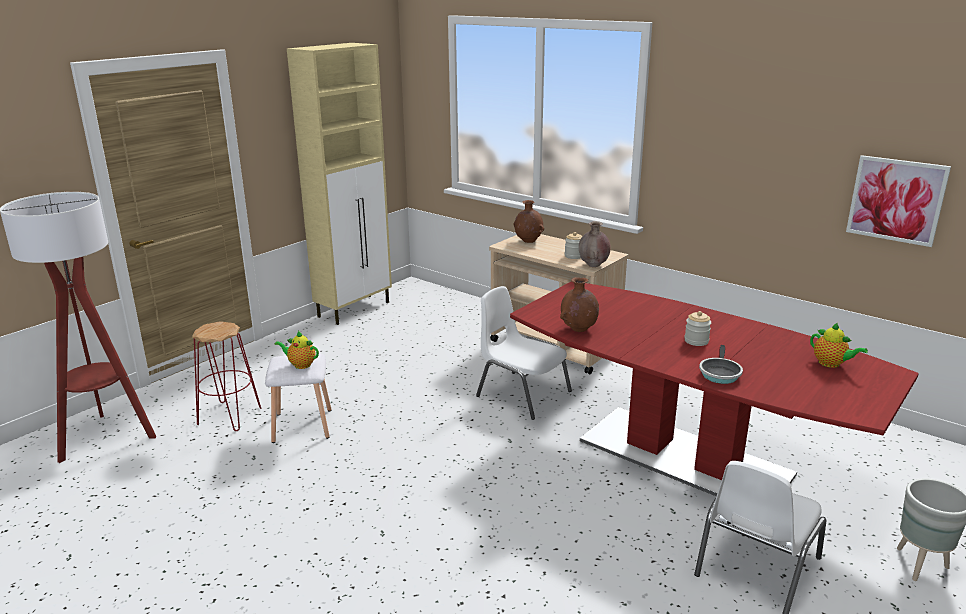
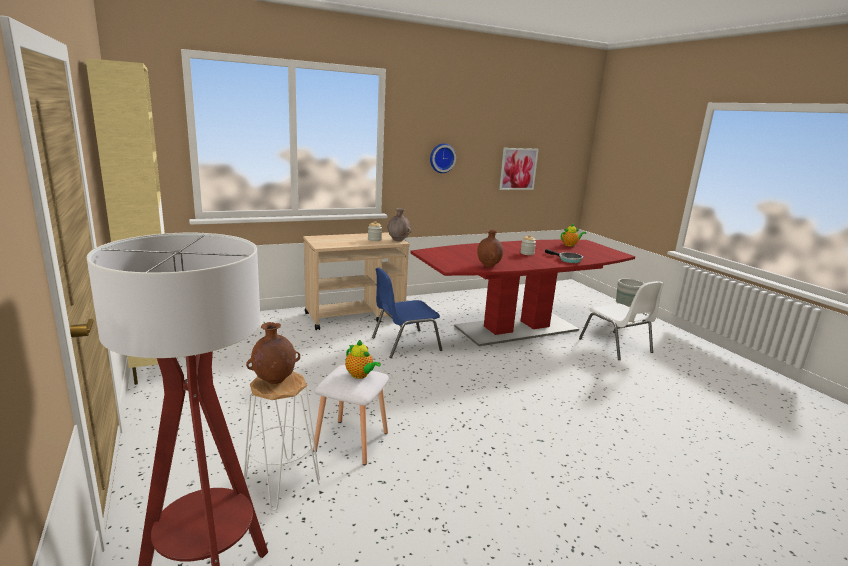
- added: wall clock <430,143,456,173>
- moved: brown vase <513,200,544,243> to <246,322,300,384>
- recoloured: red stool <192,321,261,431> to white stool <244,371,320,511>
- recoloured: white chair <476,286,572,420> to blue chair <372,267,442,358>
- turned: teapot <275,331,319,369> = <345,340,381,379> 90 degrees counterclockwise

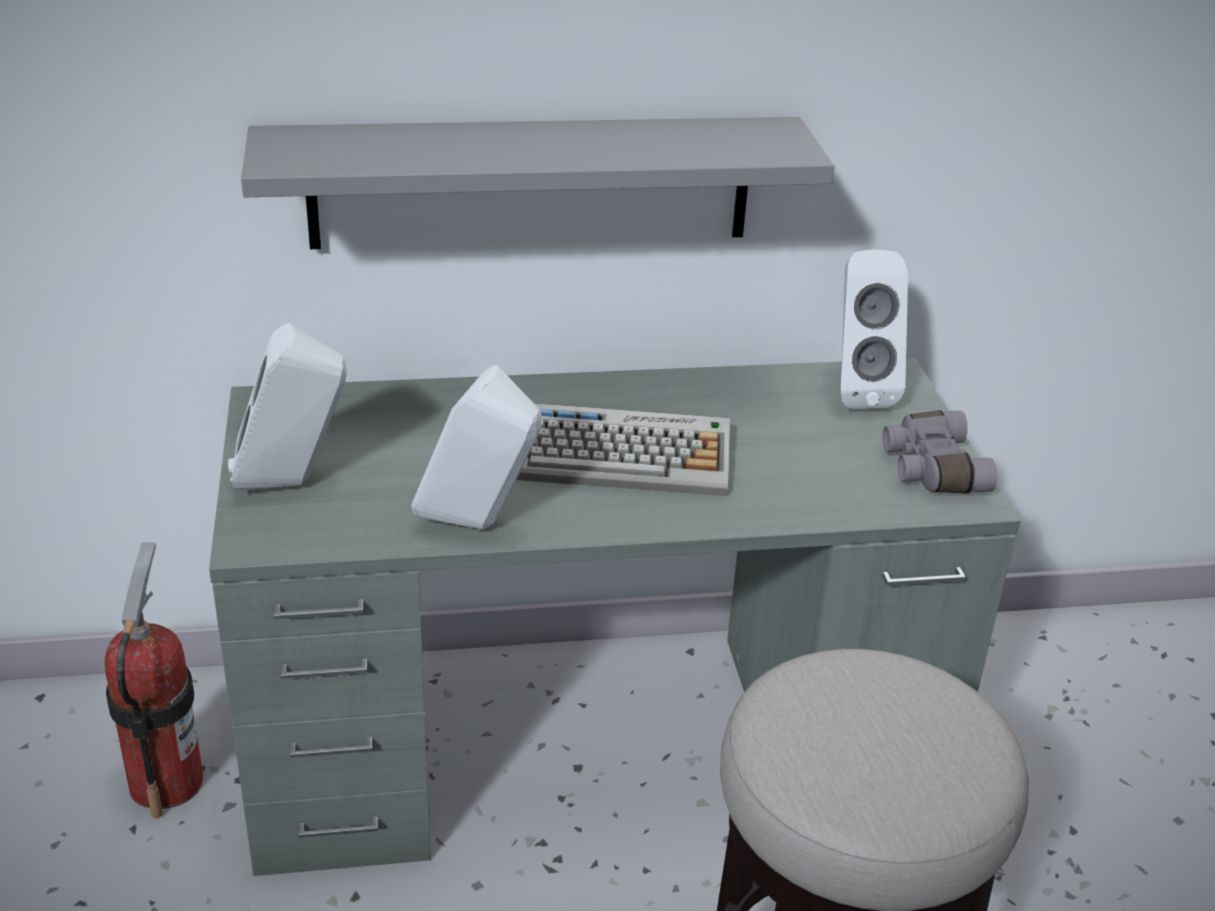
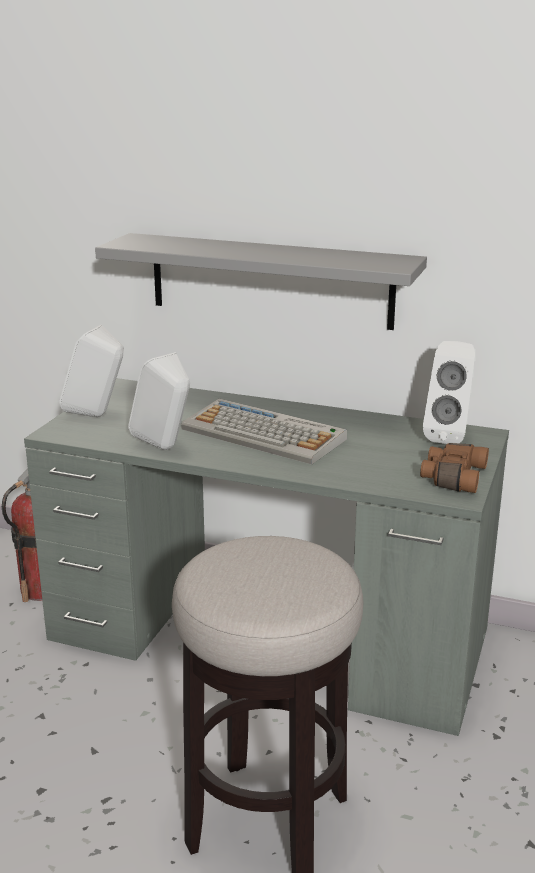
- recoloured: grey binoculars <882,410,998,494> to brown binoculars <420,443,489,493>

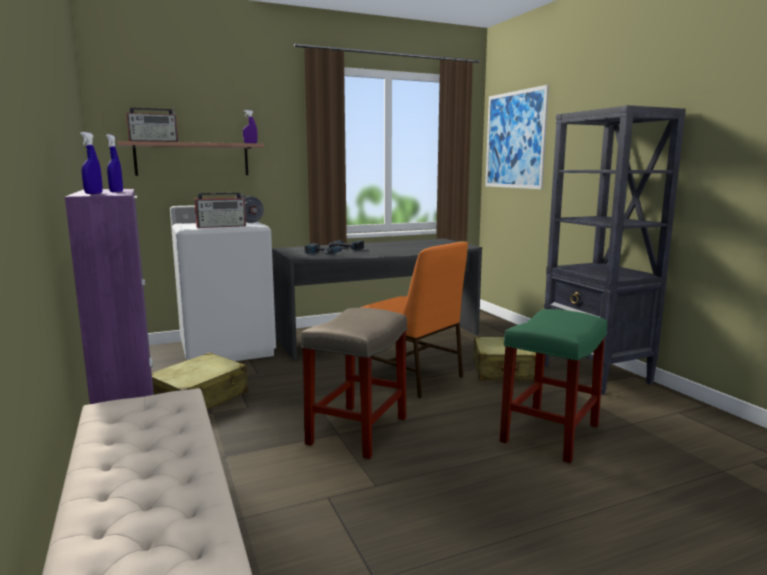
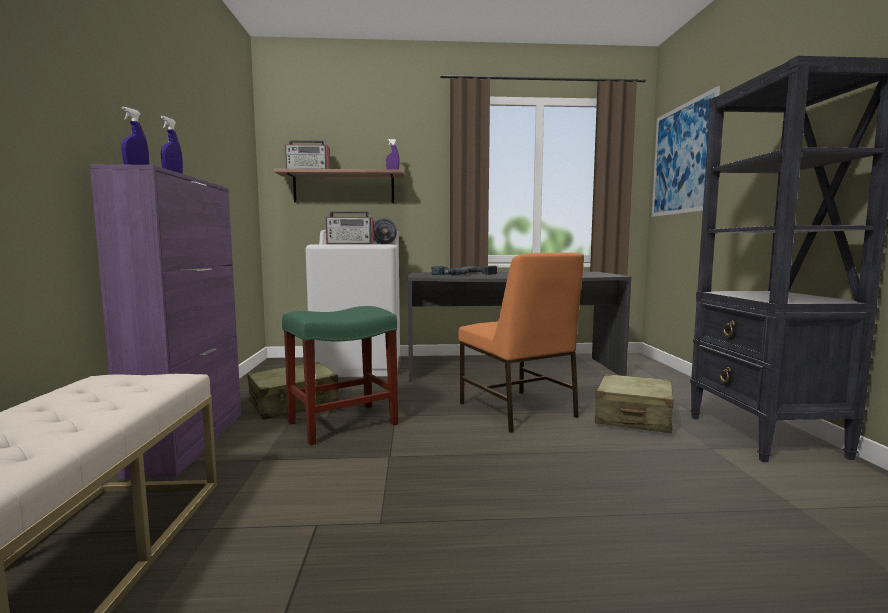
- removed: beige stool <301,308,408,459>
- moved: green stool <500,309,607,463> to <282,306,398,445>

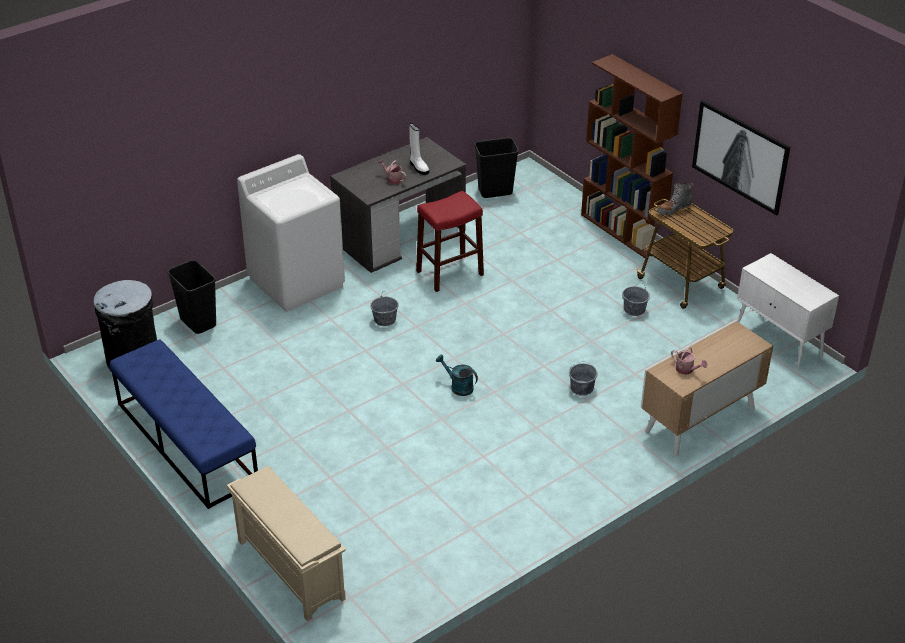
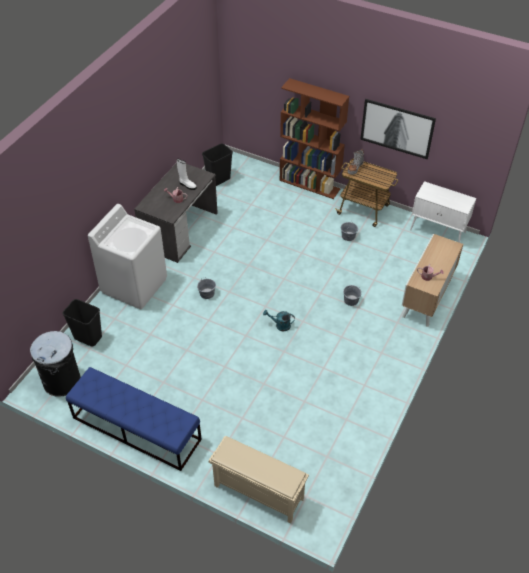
- removed: red stool <416,190,484,292>

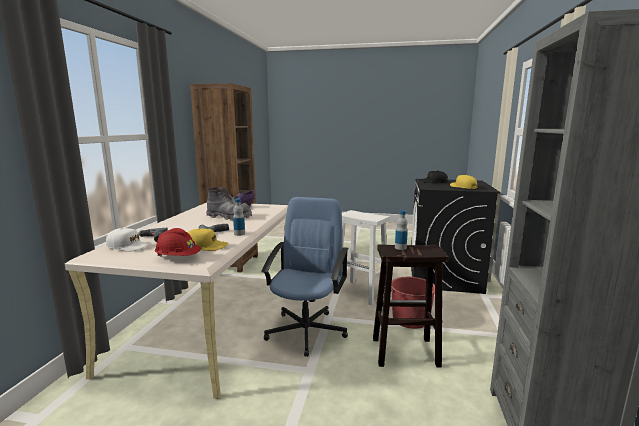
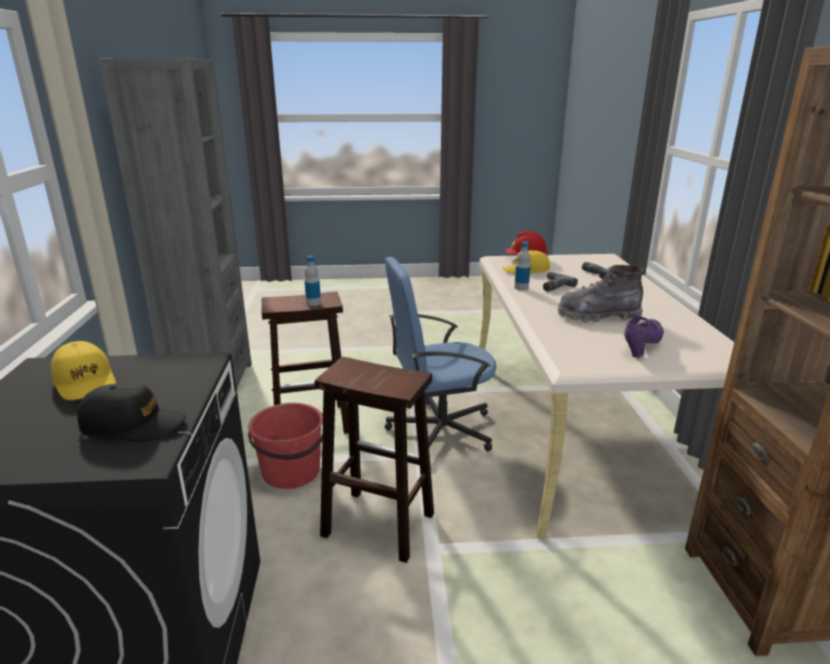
- removed: white cap <106,228,150,252>
- recoloured: white stool <333,210,390,305> to brown stool <315,357,434,563>
- turned: blue office chair <261,197,349,357> = <385,257,497,451> 75 degrees clockwise

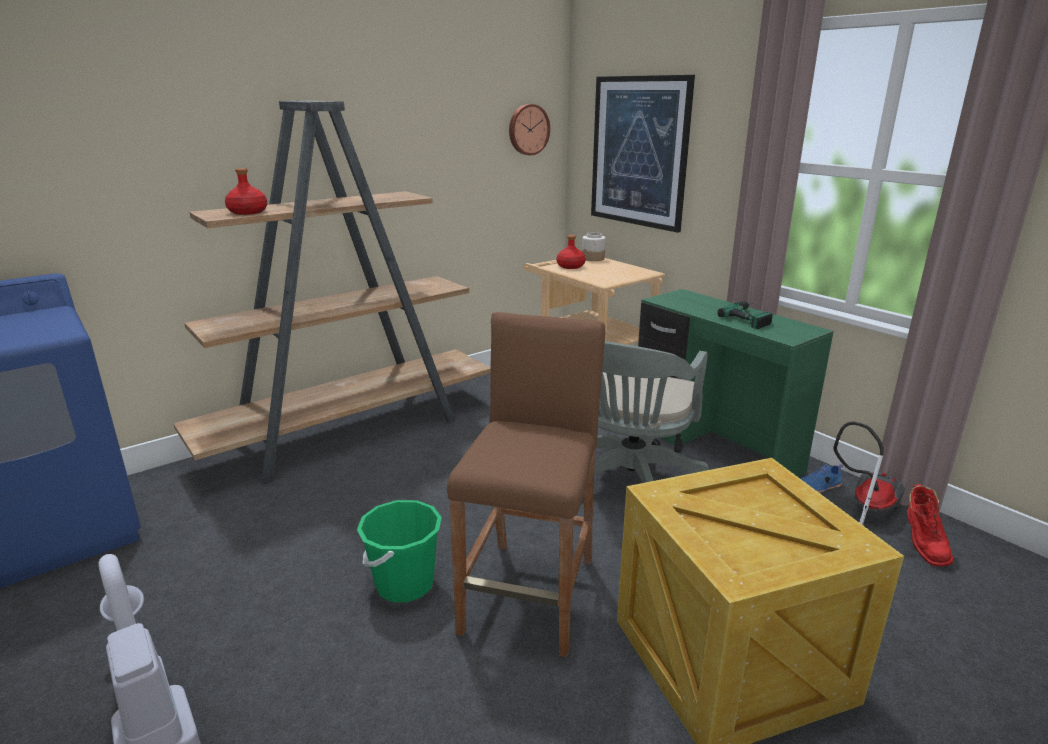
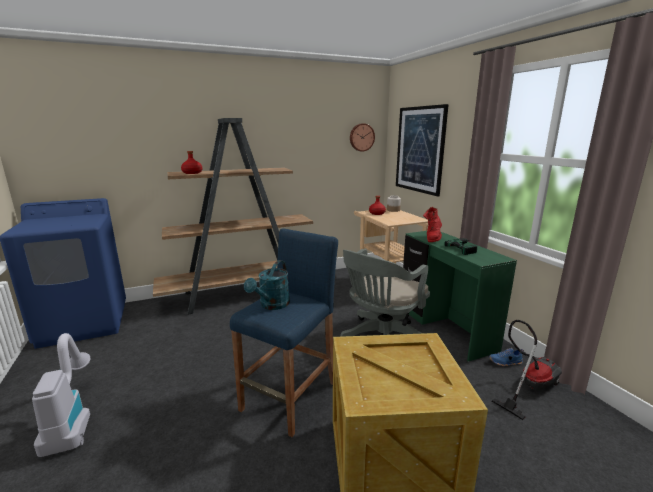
- removed: green bucket <357,500,442,602>
- added: turquoise watering can <244,260,290,310>
- moved: red boot <907,484,954,567> to <423,207,442,242>
- recoloured: brown stool <447,312,605,657> to blue stool <230,228,338,437>

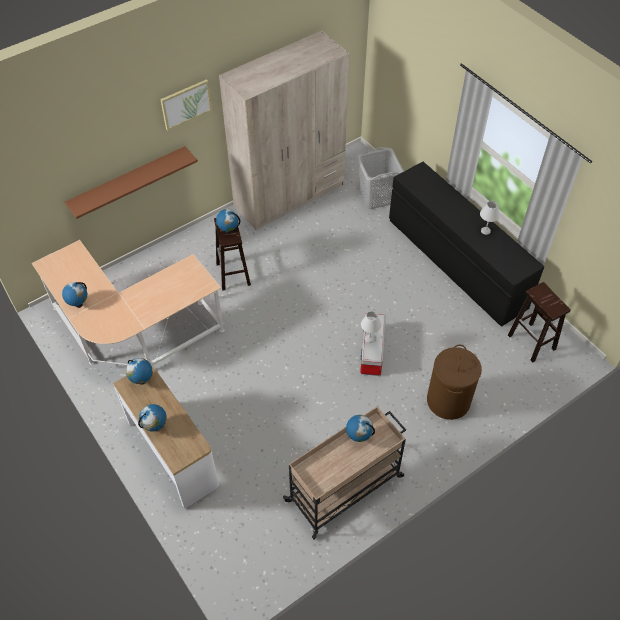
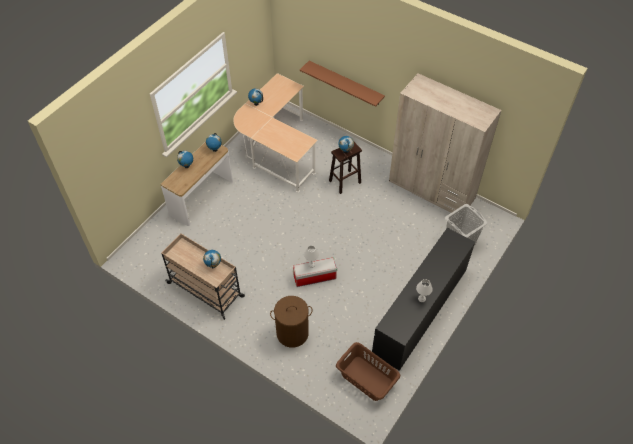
- removed: picture <160,79,212,131>
- replaced: brown stool <508,282,571,363> to brown laundry basket <336,342,400,401>

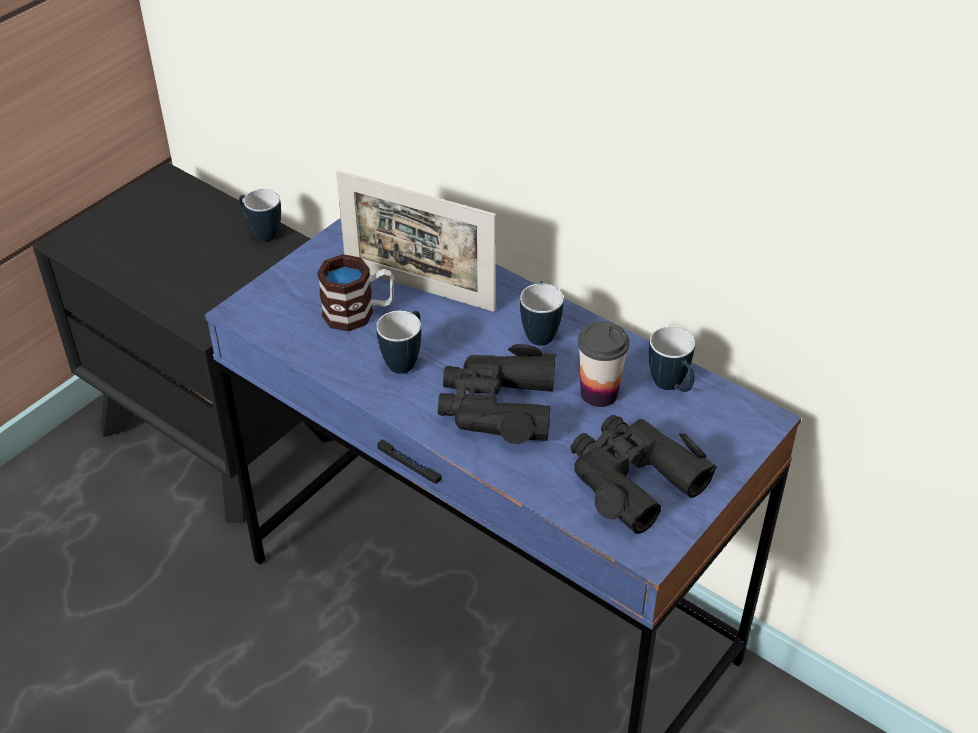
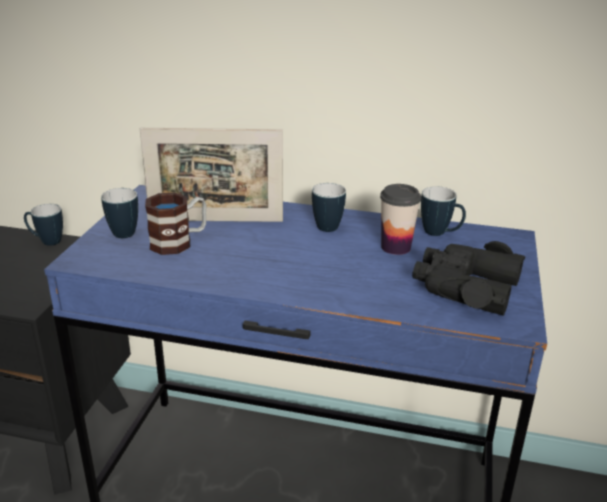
- removed: black binoculars <438,344,556,444>
- moved: mug <376,311,421,374> to <101,188,138,238>

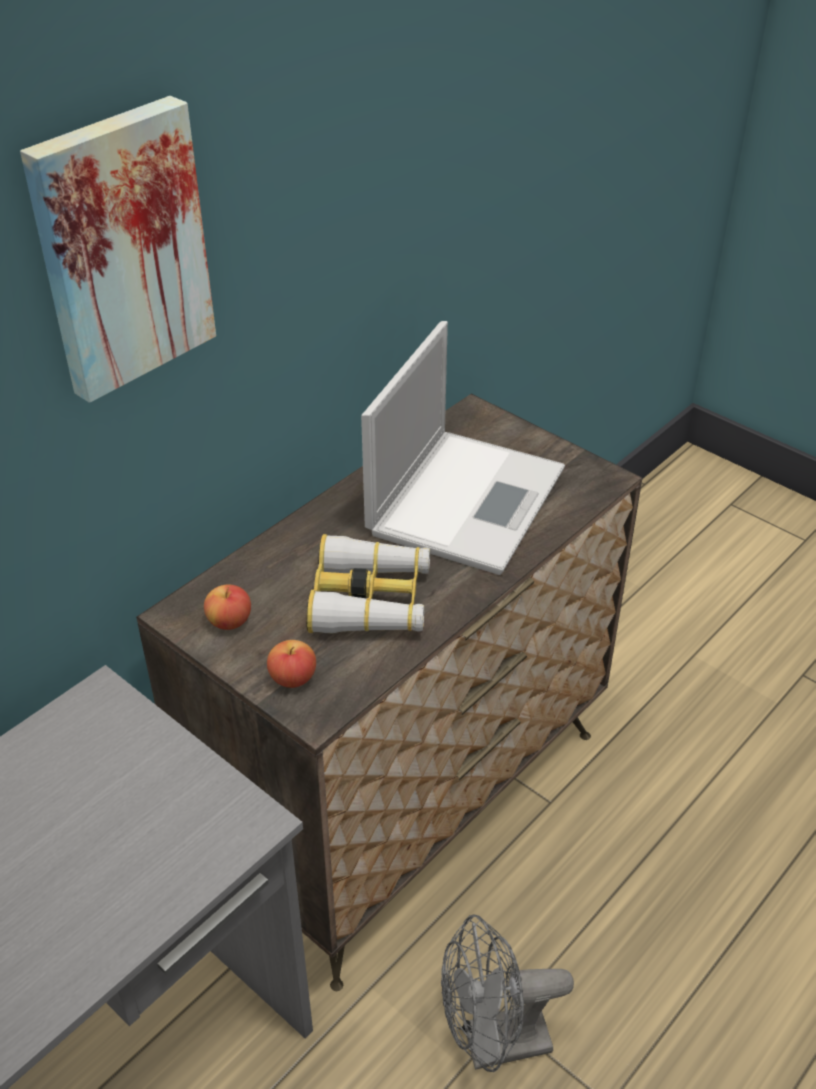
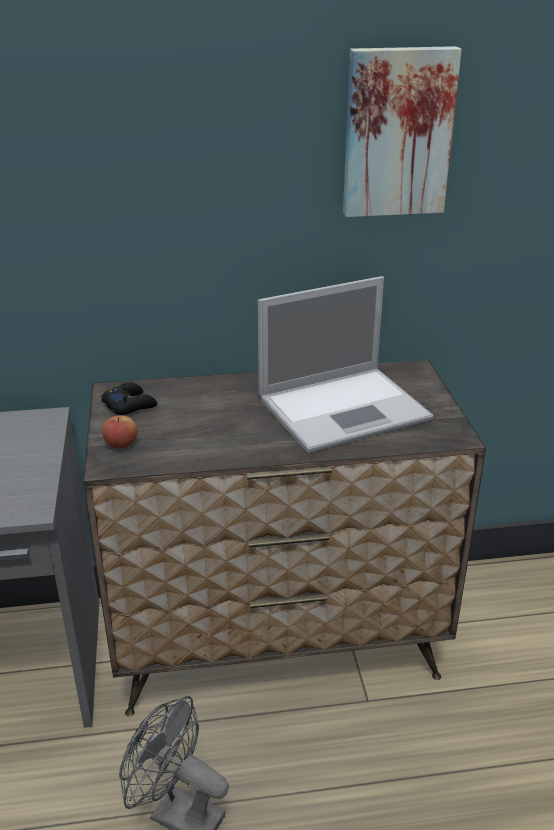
- removed: binoculars <306,534,430,634>
- moved: picture <20,96,216,403> to <343,46,462,217>
- replaced: apple <204,584,251,630> to black game controller <101,382,157,415>

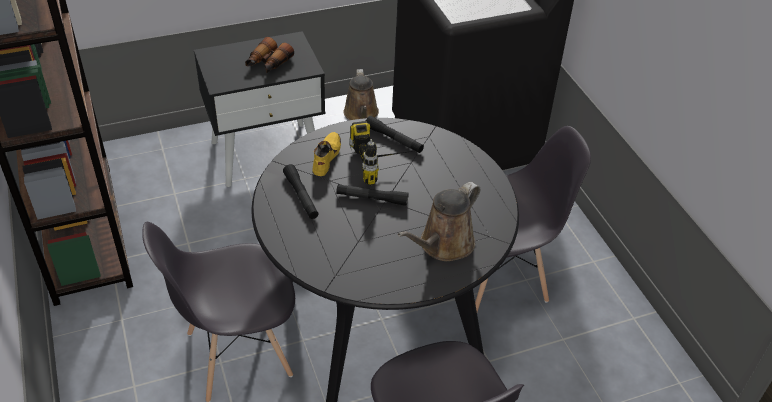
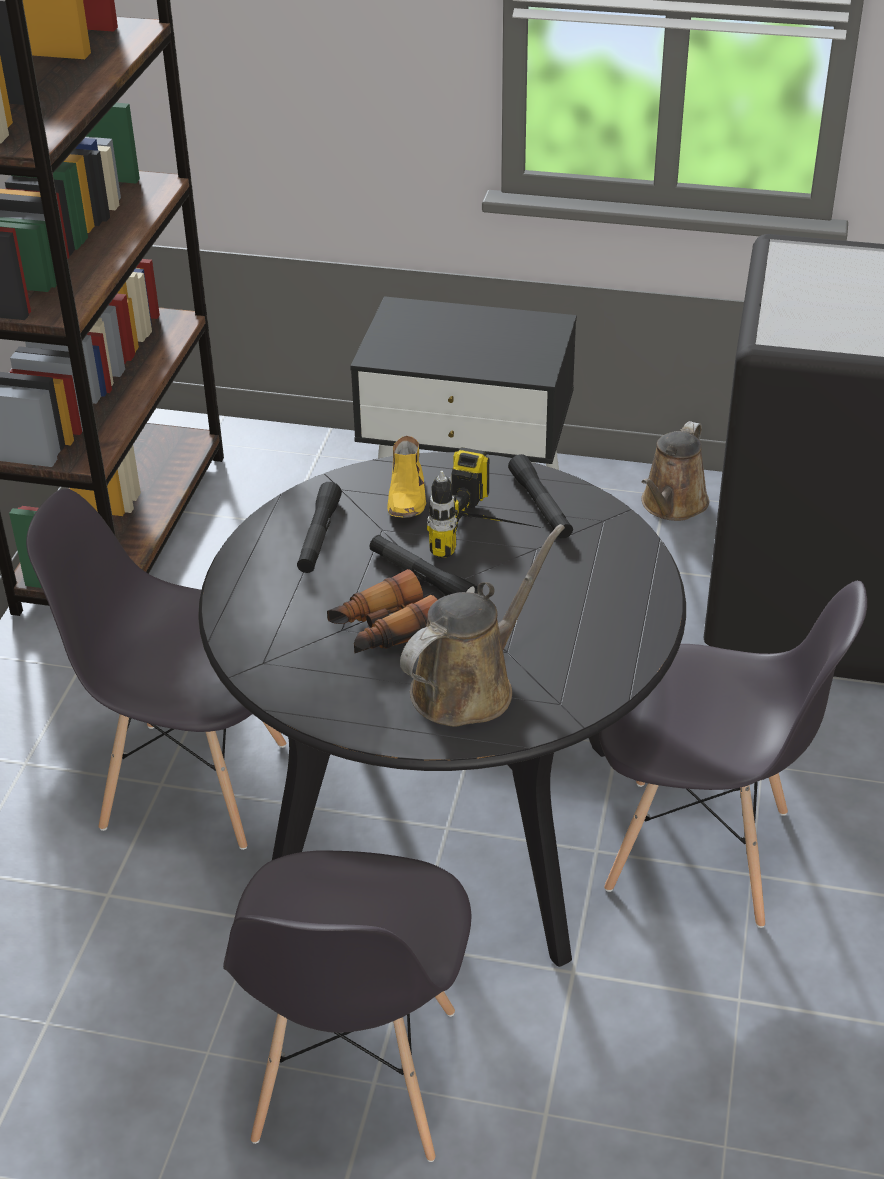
- moved: binoculars <245,37,294,73> to <327,569,437,654>
- turned: yellow shoe <312,132,341,176> = <387,436,426,518> 135 degrees clockwise
- turned: brown watering can <398,182,480,261> = <400,524,565,727> 150 degrees clockwise

